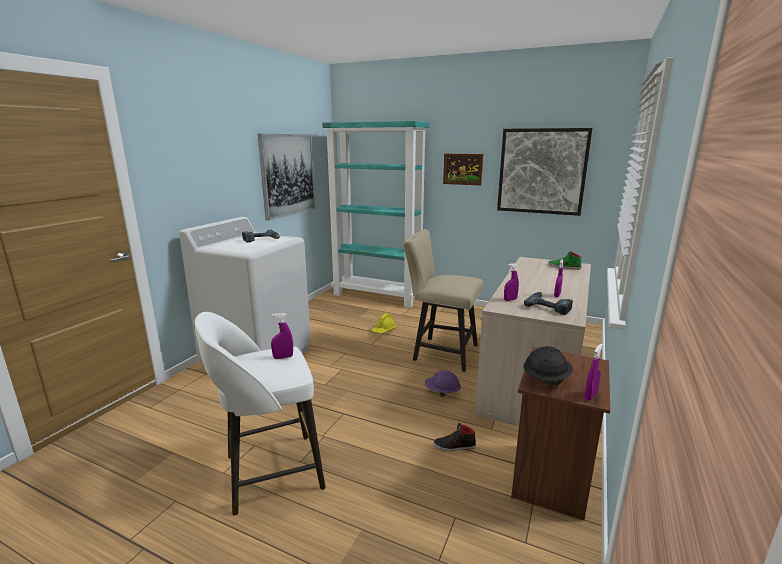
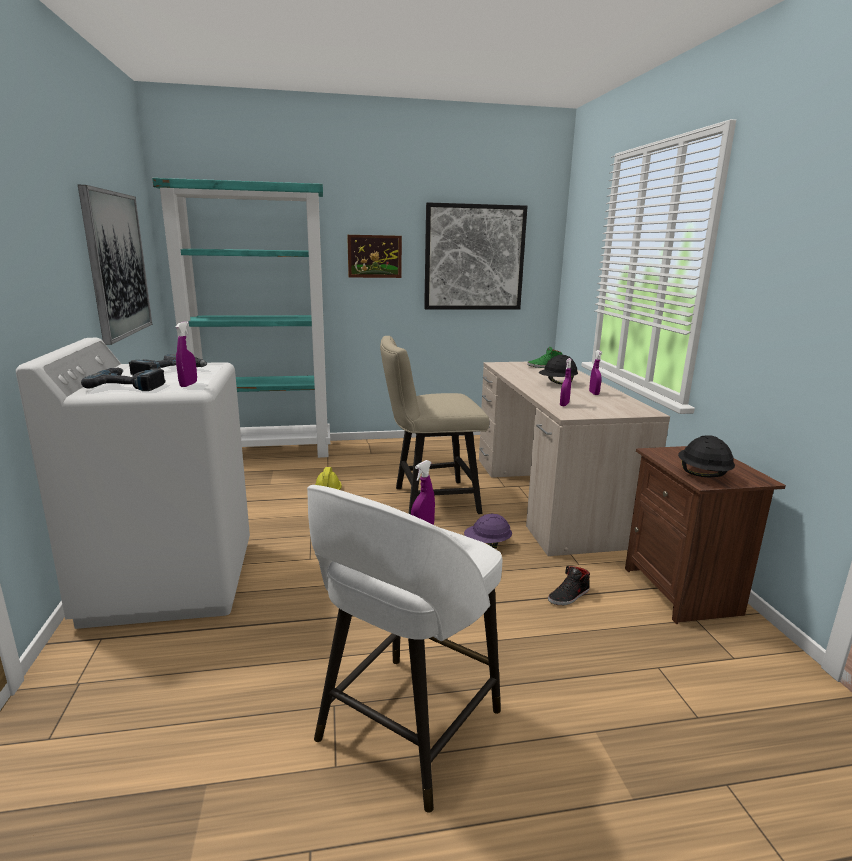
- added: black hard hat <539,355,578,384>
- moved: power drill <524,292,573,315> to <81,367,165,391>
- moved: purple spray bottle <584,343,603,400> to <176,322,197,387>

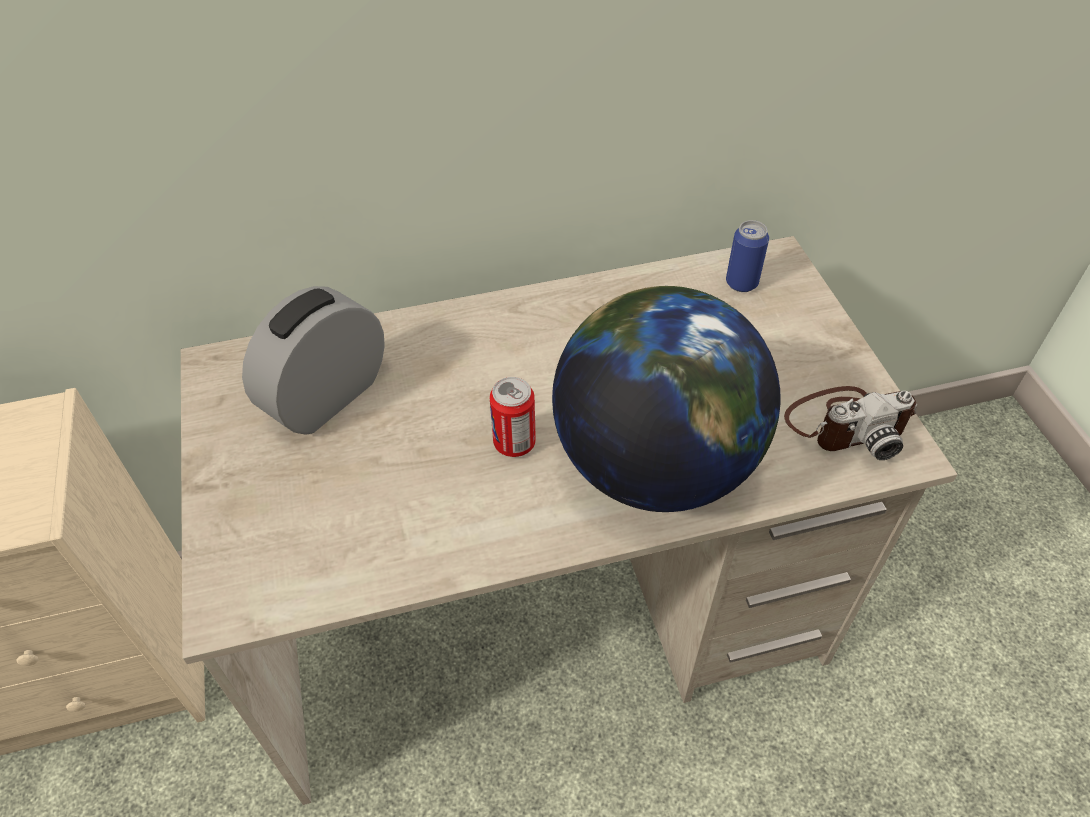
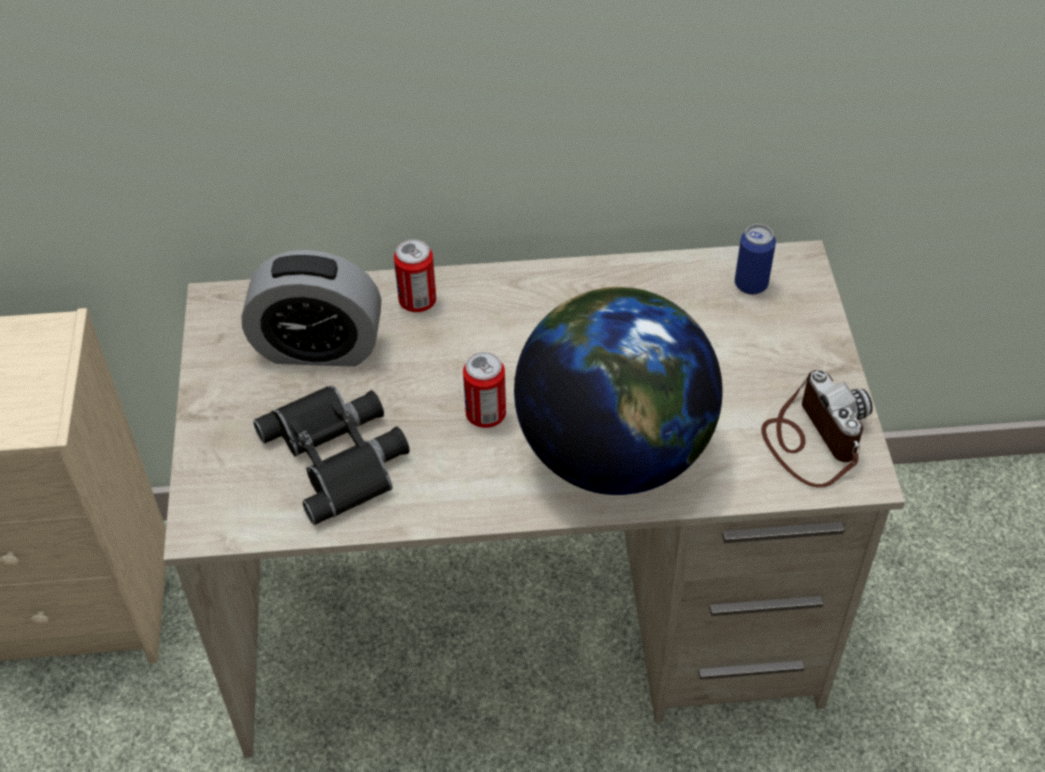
- added: black binoculars <253,386,409,525>
- added: can <394,239,436,312>
- turned: alarm clock <242,286,385,435> = <241,250,381,367> 135 degrees counterclockwise
- turned: photo camera <784,386,917,460> = <761,370,873,488> 105 degrees counterclockwise

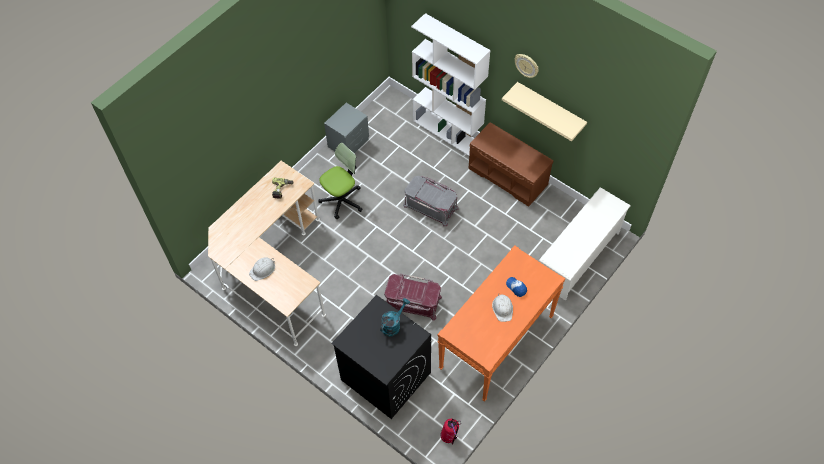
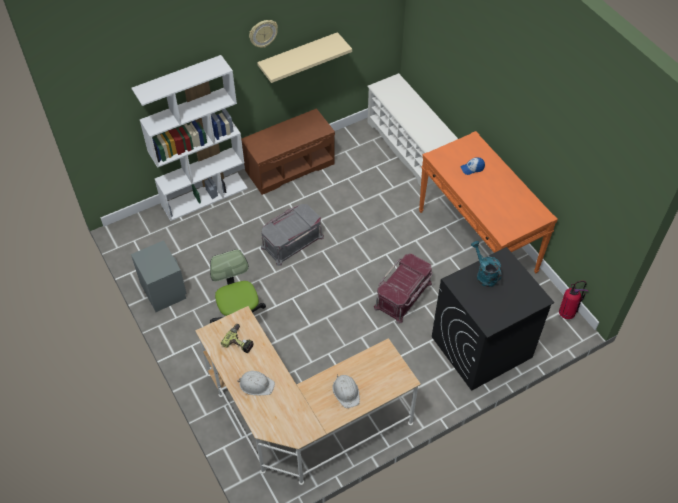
- moved: white hard hat <492,293,513,322> to <237,371,275,395>

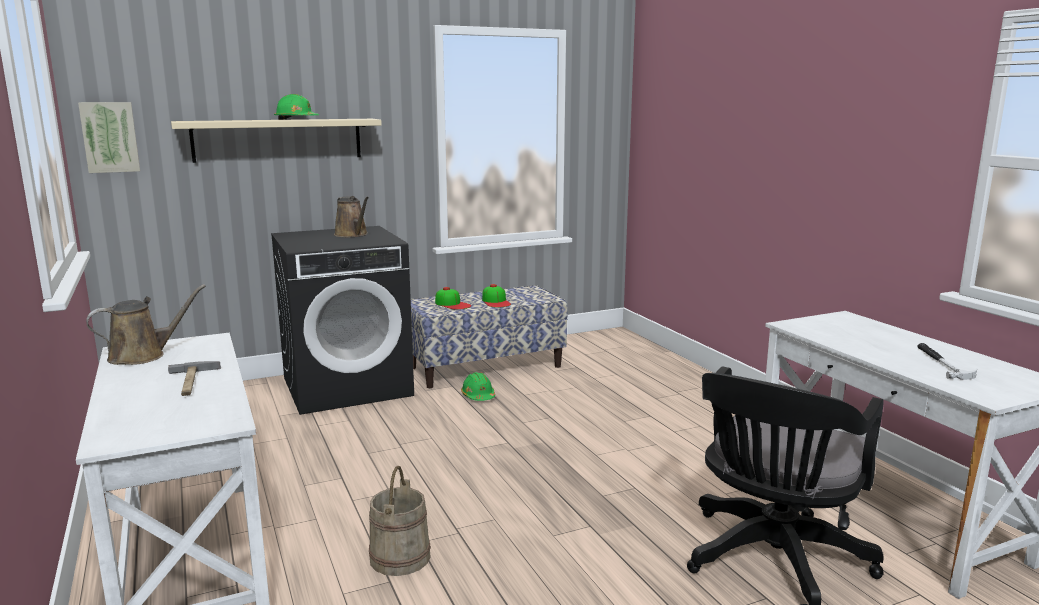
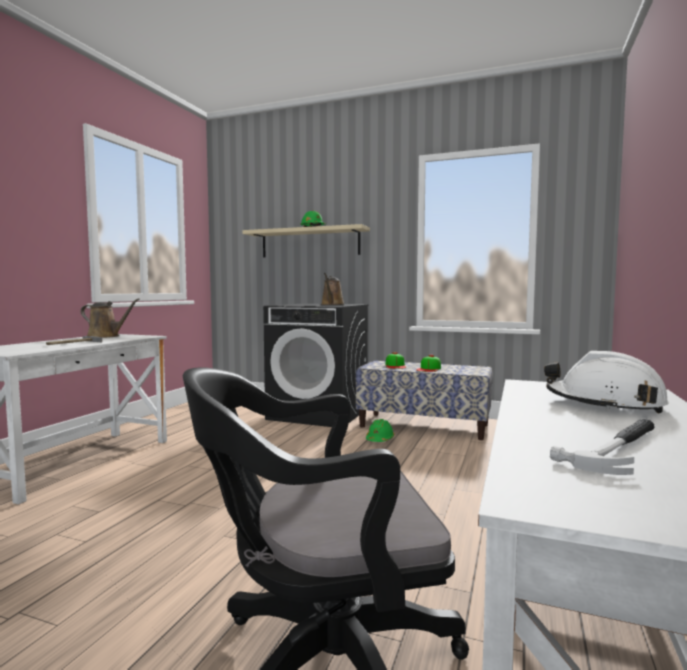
- removed: picture <78,102,140,173>
- removed: beige bucket <369,466,431,576>
- added: white hard hat <544,351,669,413>

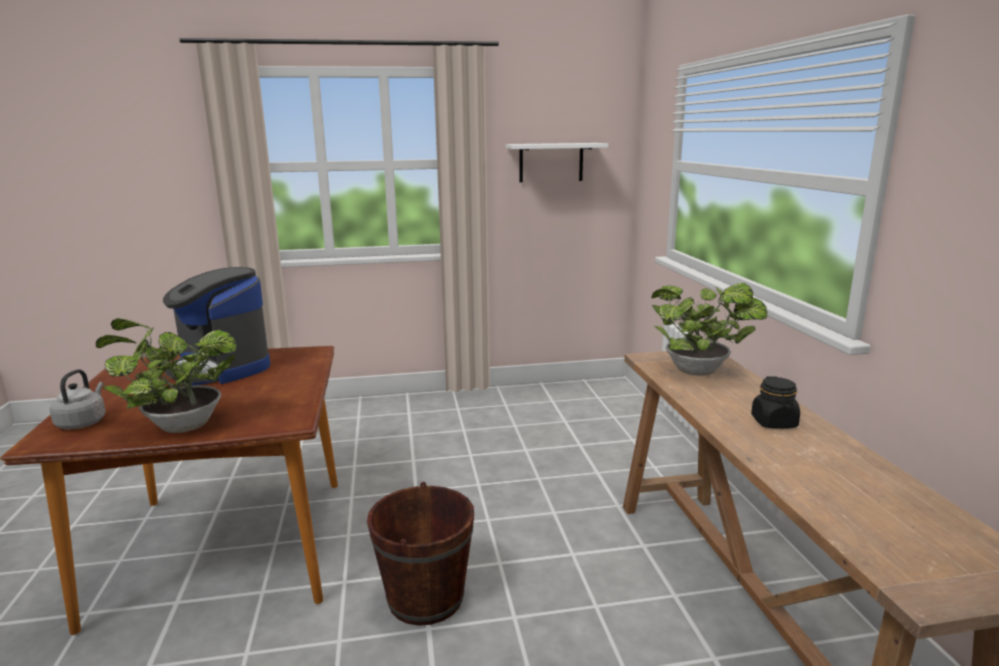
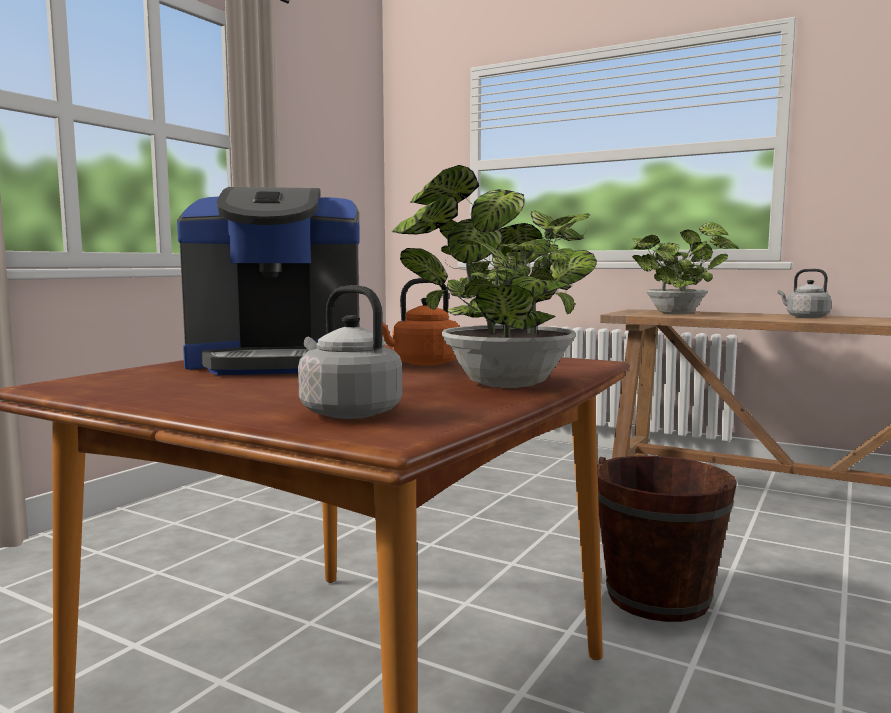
- removed: white shelf <506,143,608,182>
- added: orange kettle <382,278,460,366>
- replaced: black jar <751,377,800,429> to grey kettle <778,269,831,318>

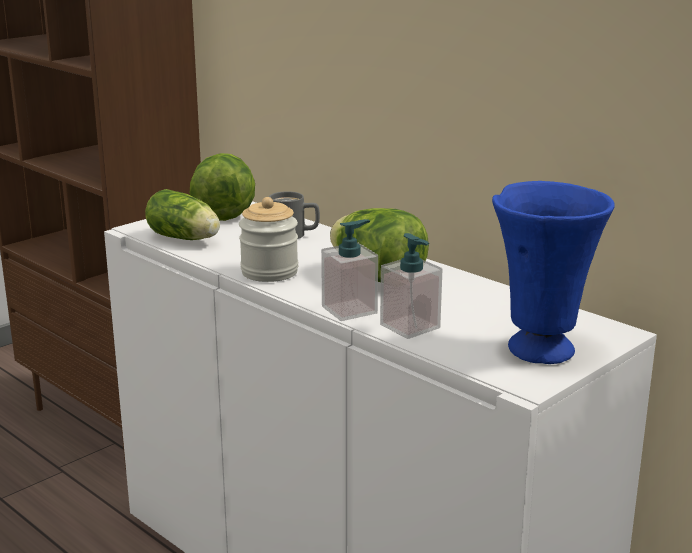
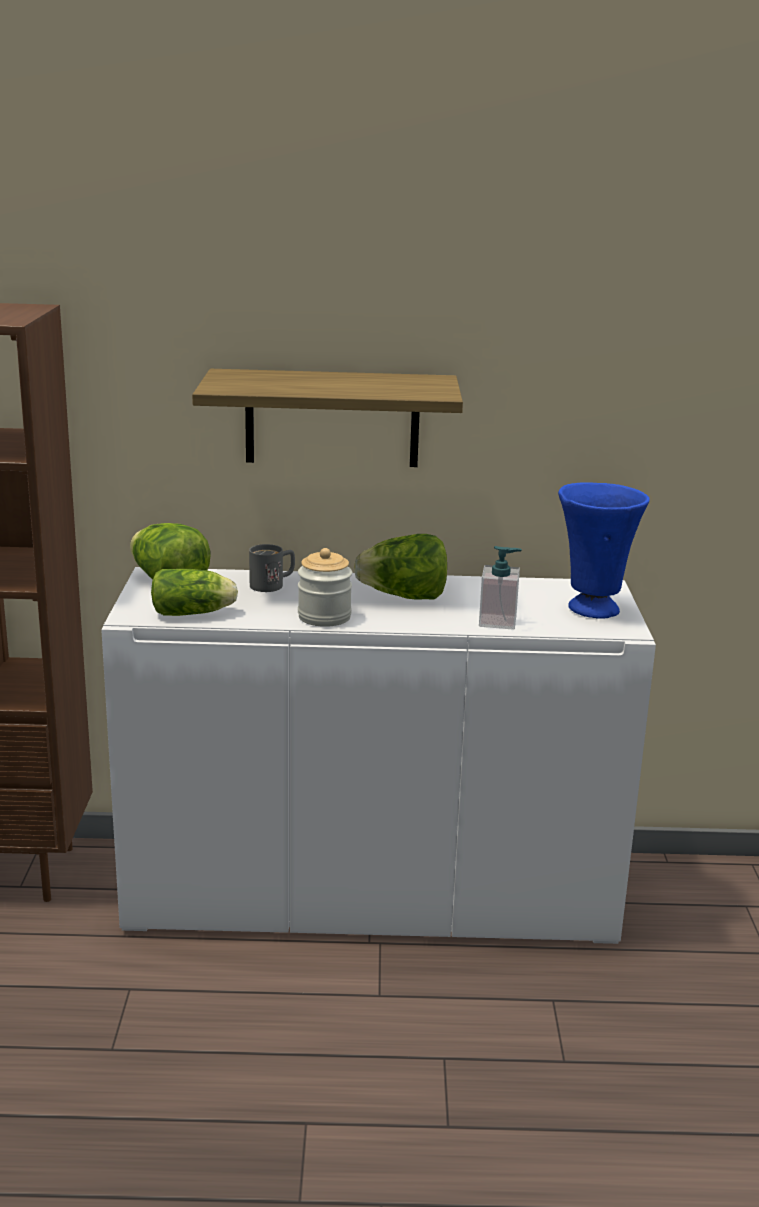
- removed: soap dispenser <321,219,378,321>
- added: shelf <192,369,463,467>

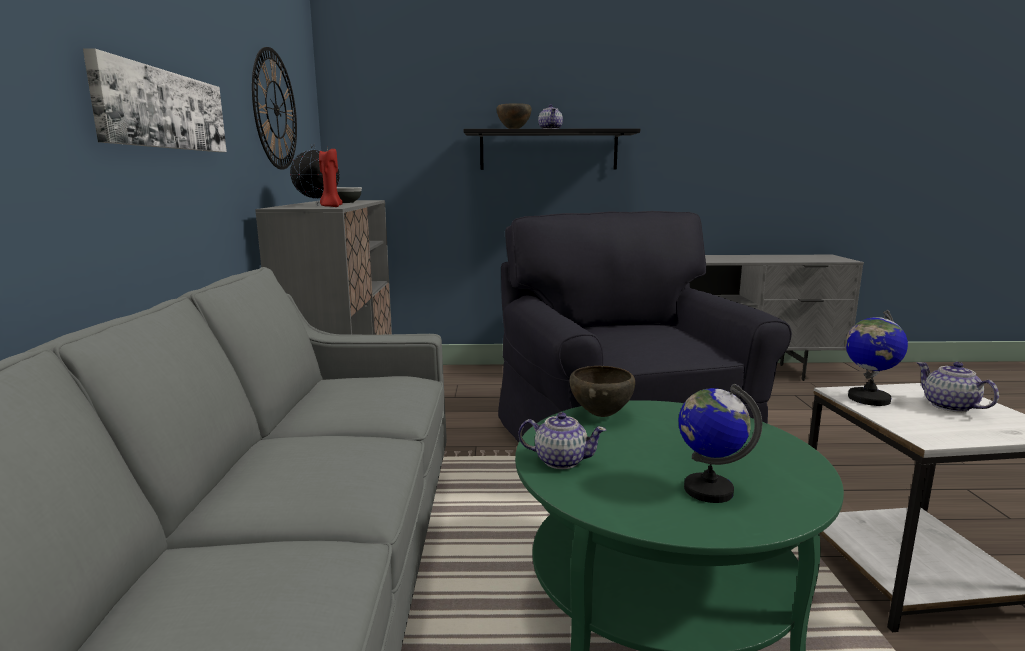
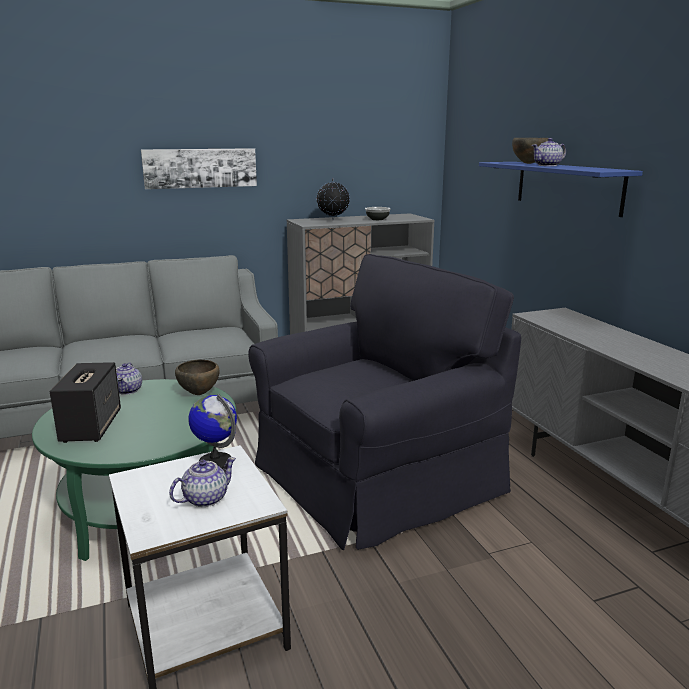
- removed: wall clock <252,47,297,170>
- removed: red candle <319,149,343,207>
- replaced: globe <679,384,762,503> to speaker <50,362,121,443>
- recoloured: black shelf <463,129,640,170> to blue shelf <479,162,643,217>

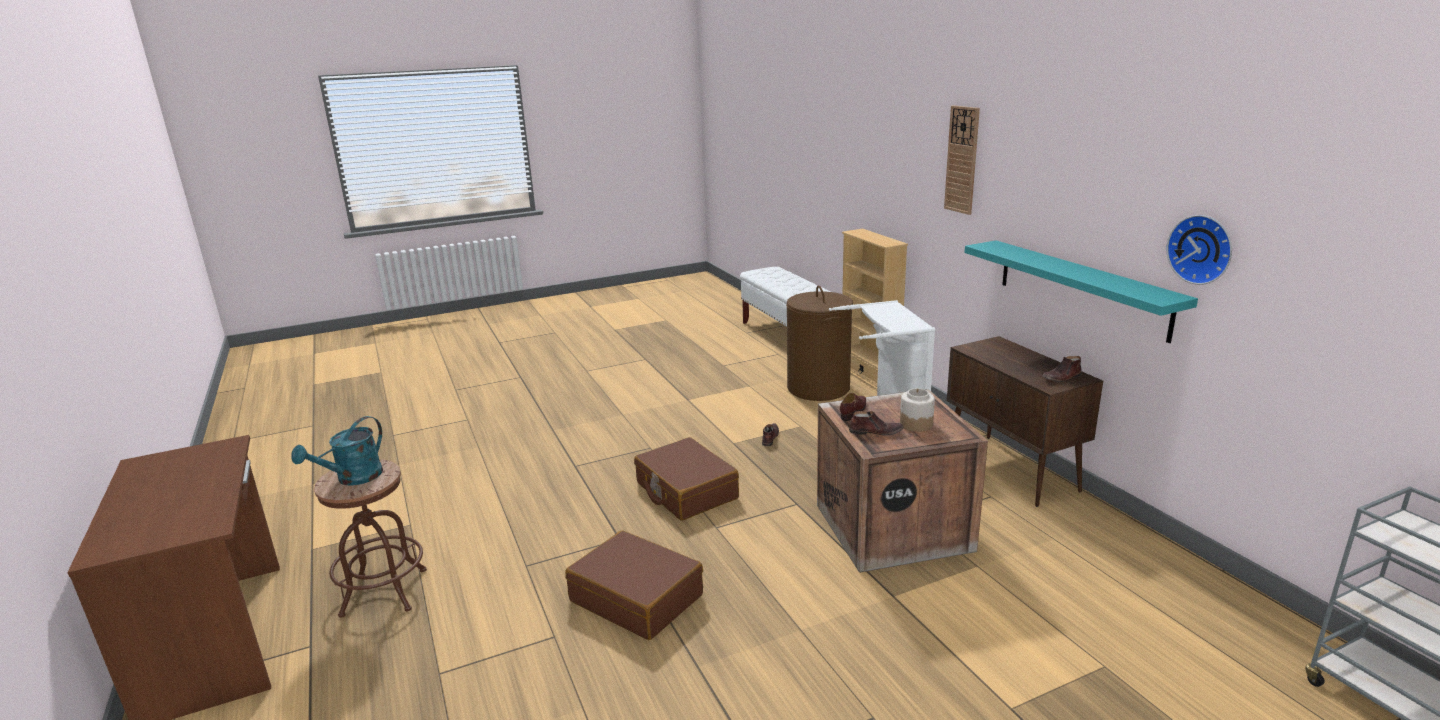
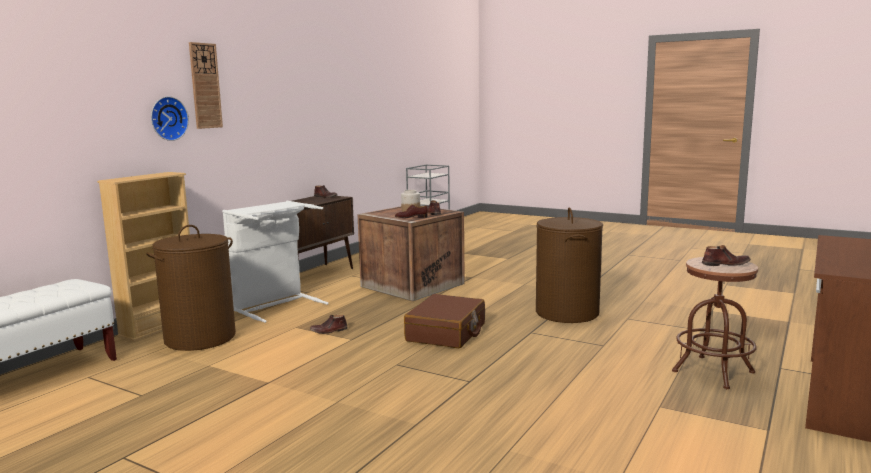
- removed: turquoise shelf <964,241,1198,343>
- moved: wall clock <1166,215,1232,285> to <151,96,189,141>
- replaced: turquoise watering can <291,416,383,486> to brown shoe <702,245,751,266>
- replaced: brown suitcase <565,530,703,640> to brown laundry basket <536,208,603,323>

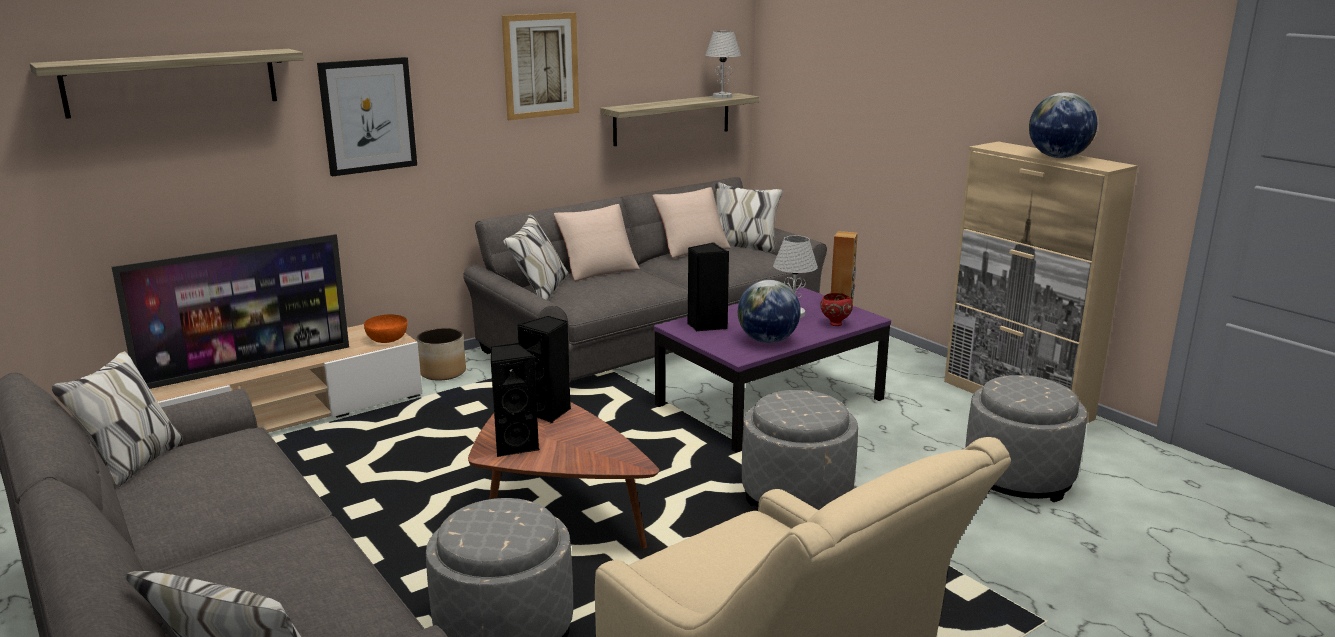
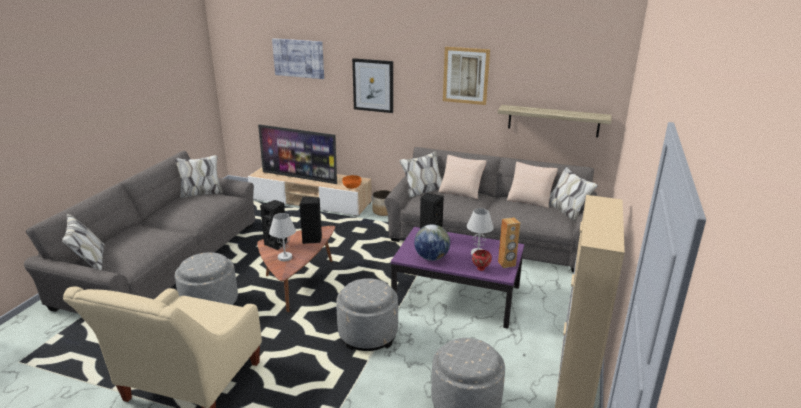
- removed: globe <1029,92,1097,158>
- moved: white table lamp <705,31,741,99> to <269,213,296,261>
- replaced: shelf <29,49,304,119> to picture <272,38,324,79>

